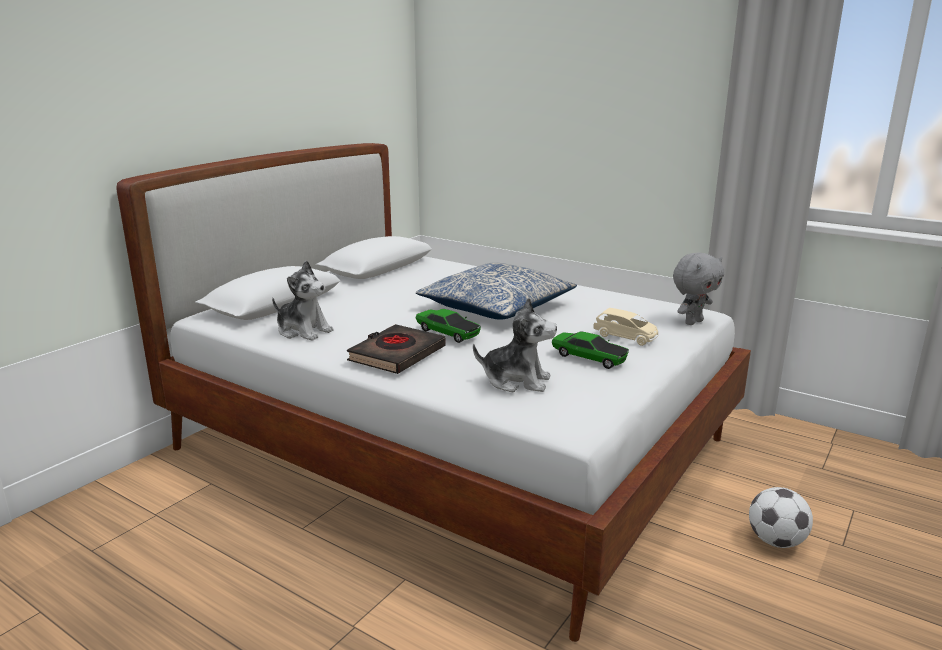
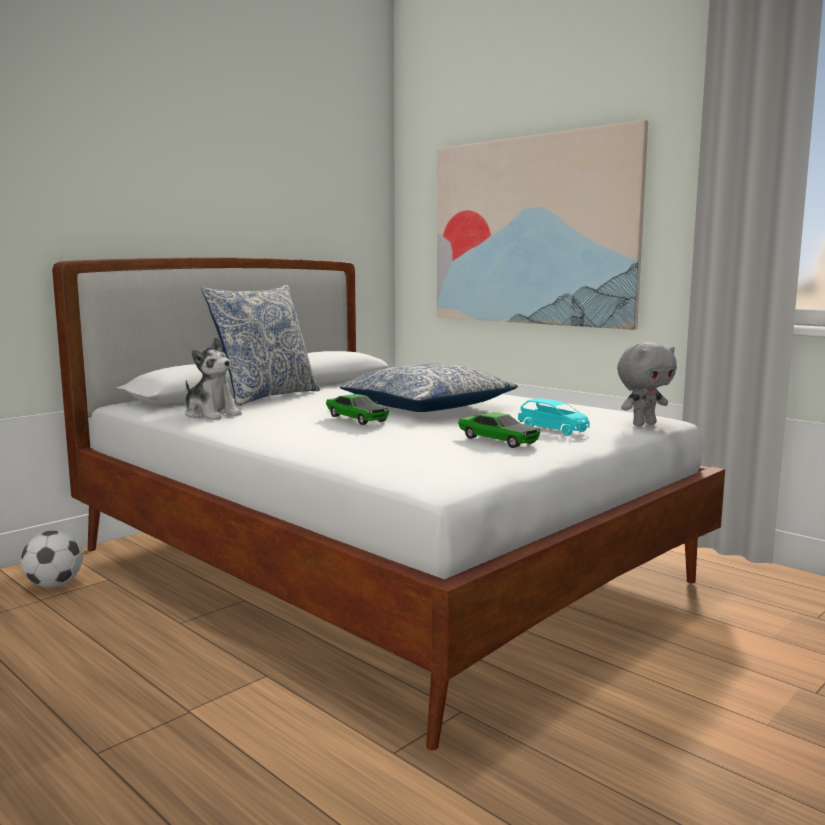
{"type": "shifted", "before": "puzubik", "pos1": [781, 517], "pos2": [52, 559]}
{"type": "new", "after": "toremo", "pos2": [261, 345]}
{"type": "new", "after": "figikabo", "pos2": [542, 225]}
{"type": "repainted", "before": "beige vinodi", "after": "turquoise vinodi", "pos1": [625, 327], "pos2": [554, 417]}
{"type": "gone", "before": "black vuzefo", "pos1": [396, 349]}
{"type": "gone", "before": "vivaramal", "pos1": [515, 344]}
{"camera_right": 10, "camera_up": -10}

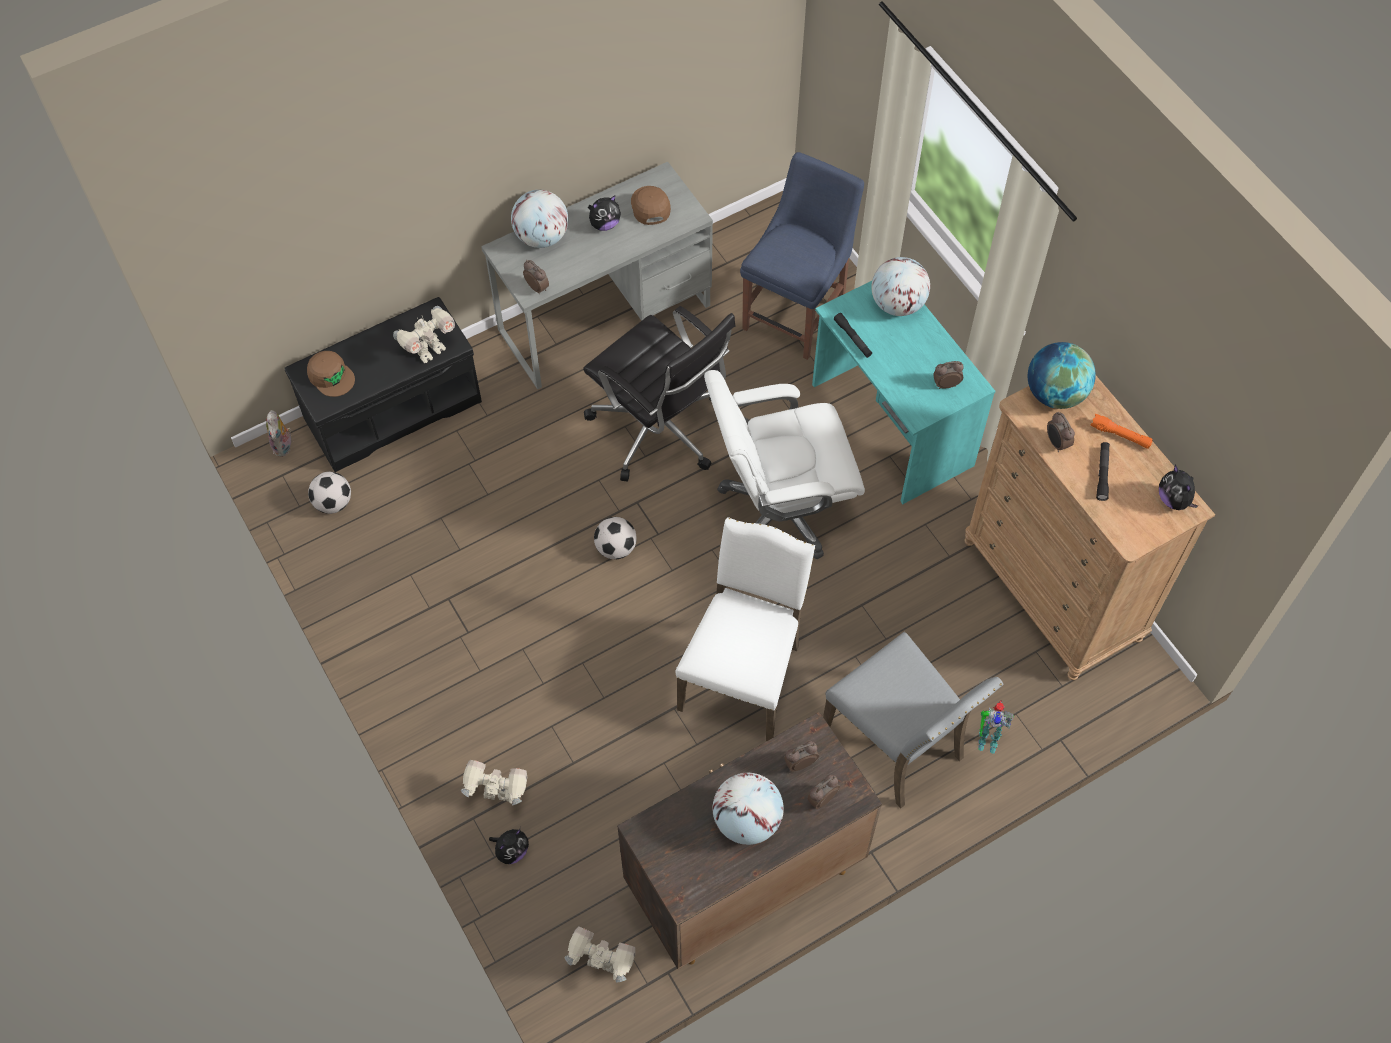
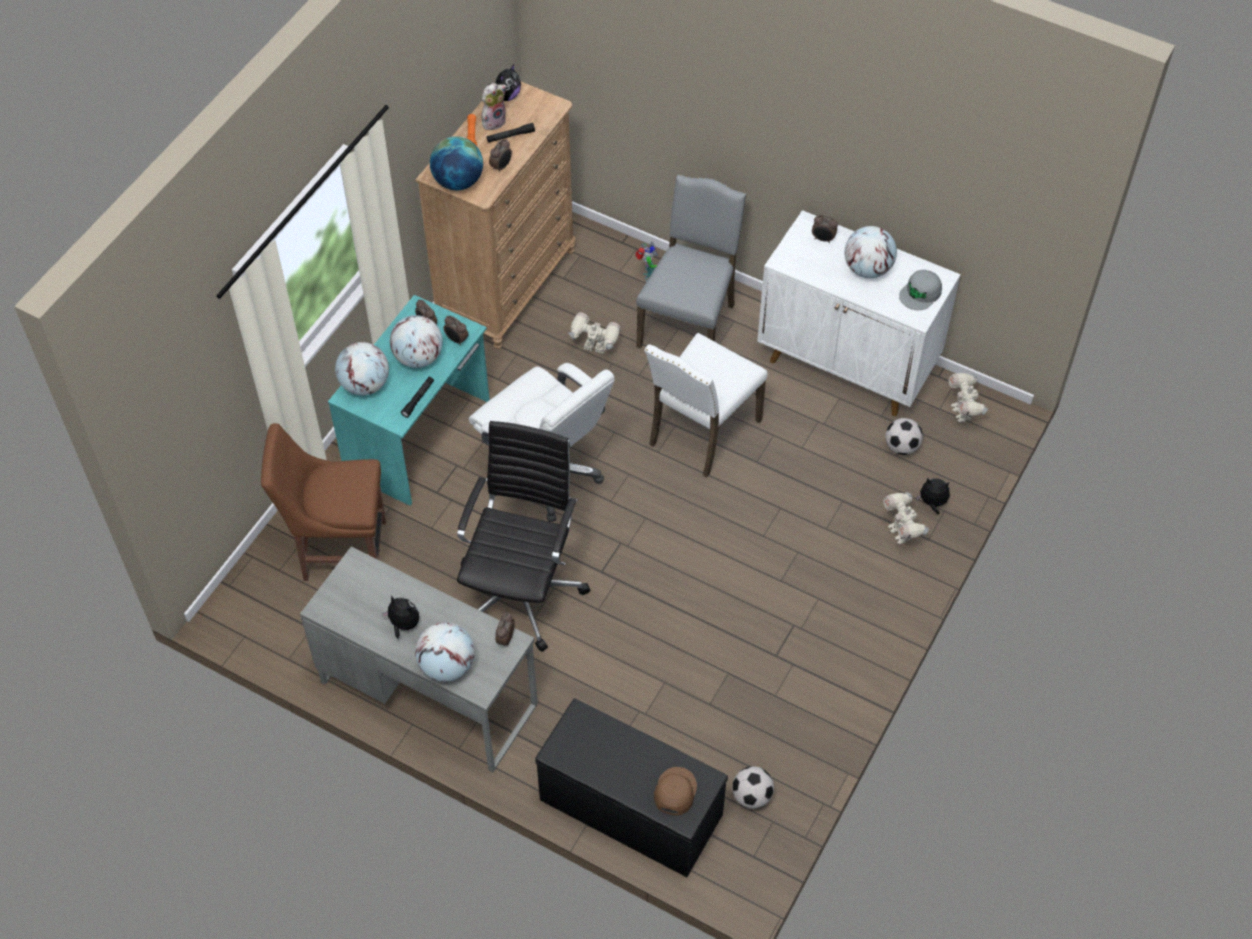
{"type": "repainted", "before": "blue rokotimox", "after": "brown rokotimox", "pos1": [802, 256], "pos2": [323, 502]}
{"type": "new", "after": "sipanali", "pos2": [416, 341]}
{"type": "shifted", "before": "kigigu", "pos1": [801, 756], "pos2": [456, 331]}
{"type": "shifted", "before": "vivaramal", "pos1": [278, 433], "pos2": [494, 106]}
{"type": "shifted", "before": "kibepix", "pos1": [424, 334], "pos2": [594, 333]}
{"type": "rotated", "before": "white rokotimox", "pos1": [745, 629], "pos2": [706, 405], "turn": -45}
{"type": "repainted", "before": "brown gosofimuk", "after": "white gosofimuk", "pos1": [749, 840], "pos2": [859, 313]}
{"type": "shifted", "before": "puzubik", "pos1": [615, 538], "pos2": [904, 436]}
{"type": "new", "after": "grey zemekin", "pos2": [920, 290]}
{"type": "gone", "before": "brown zemekin", "pos1": [651, 205]}
{"camera_right": -120, "camera_up": -5}

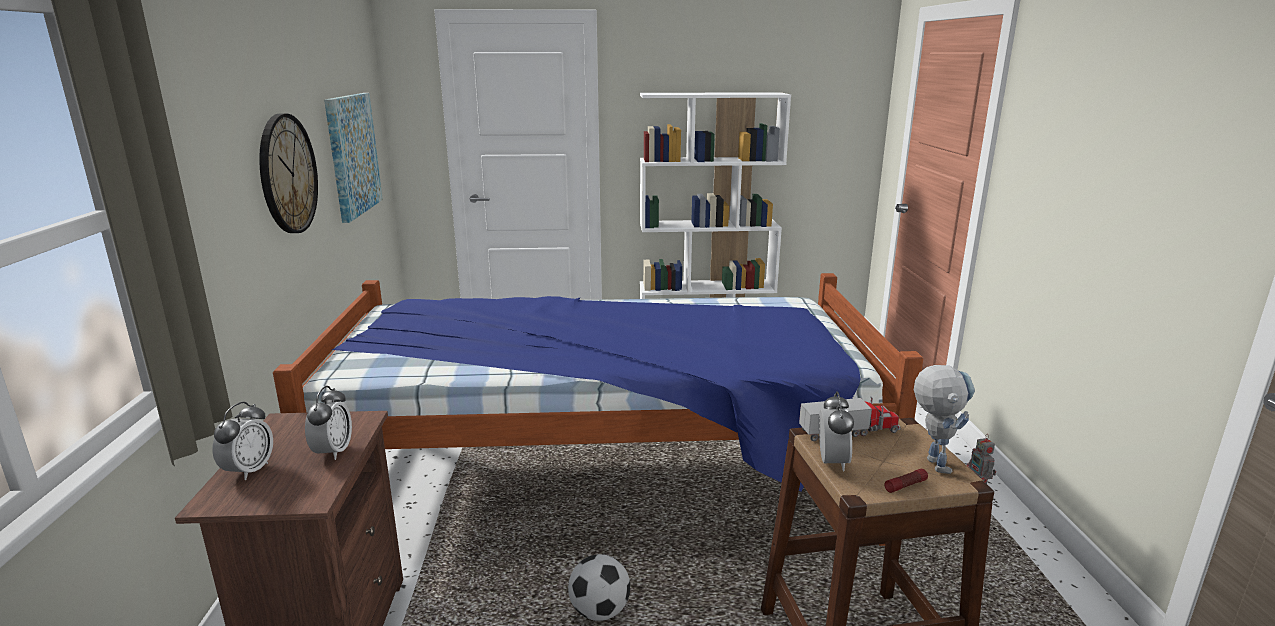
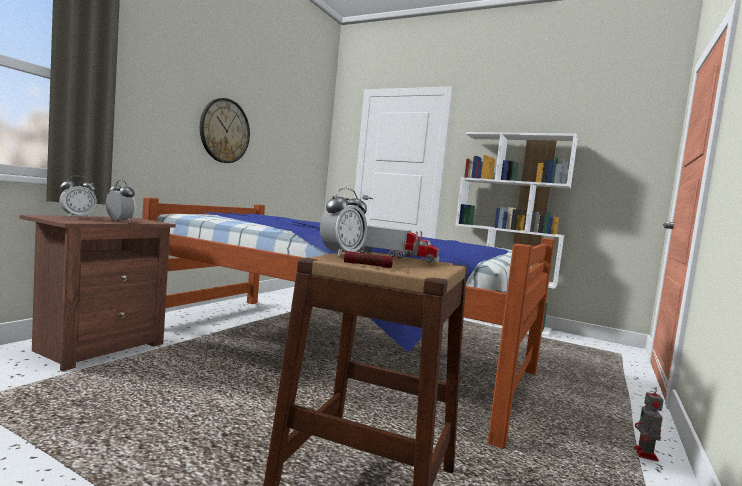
{"type": "rotated", "before": "kigigu", "pos1": [328, 423], "pos2": [121, 201], "turn": -90}
{"type": "gone", "before": "figikabo", "pos1": [353, 158]}
{"type": "gone", "before": "puzubik", "pos1": [599, 587]}
{"type": "gone", "before": "kibepix", "pos1": [944, 419]}
{"camera_right": 30, "camera_up": -15}

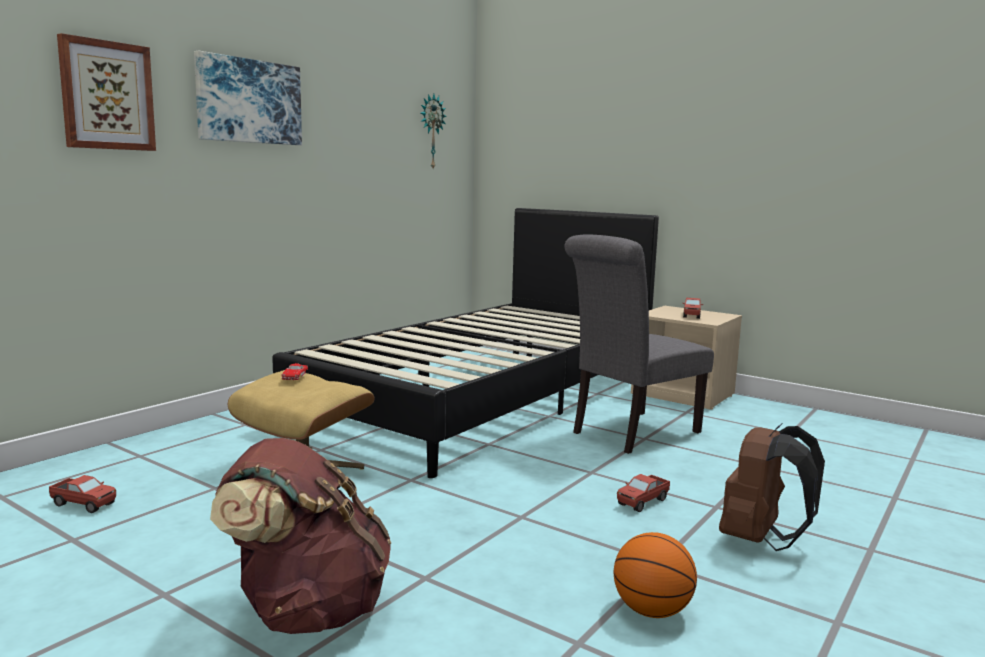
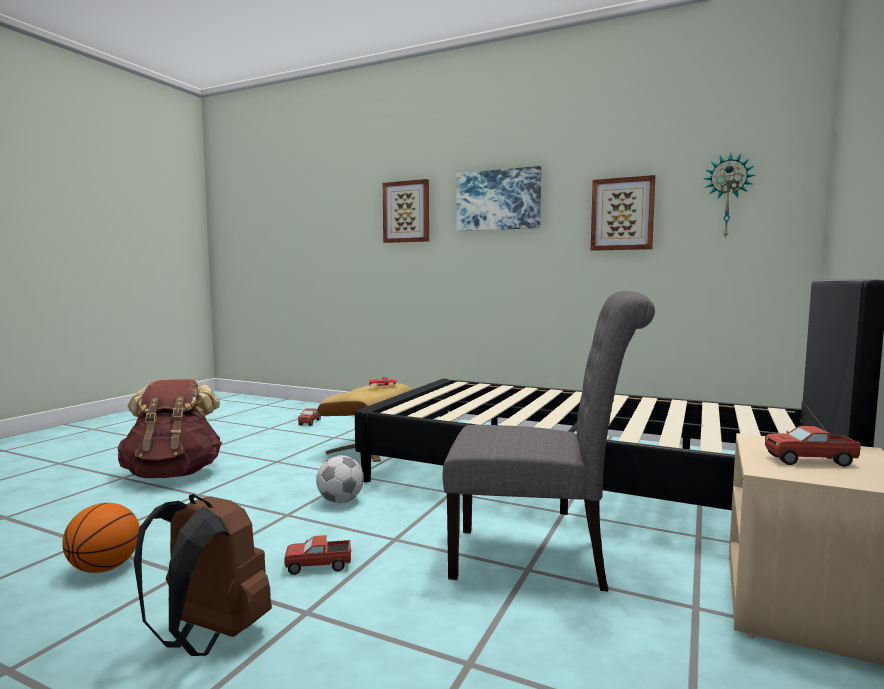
{"type": "rotated", "before": "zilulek", "pos1": [643, 493], "pos2": [317, 555], "turn": -45}
{"type": "new", "after": "puzubik", "pos2": [340, 479]}
{"type": "rotated", "before": "grey rokotimox", "pos1": [639, 344], "pos2": [549, 441], "turn": 150}
{"type": "new", "after": "figikabo", "pos2": [623, 213]}
{"camera_right": 80, "camera_up": -5}

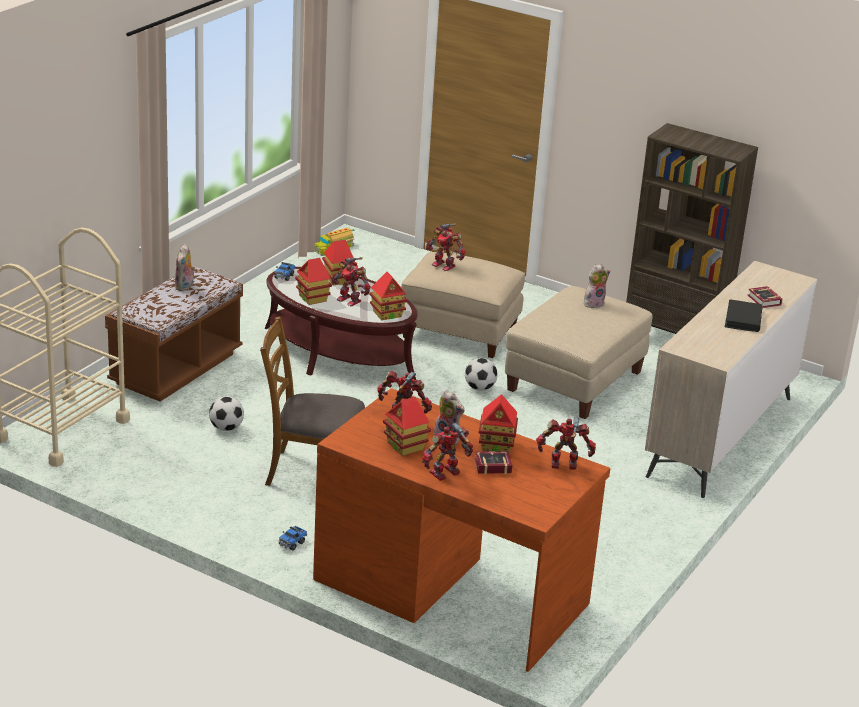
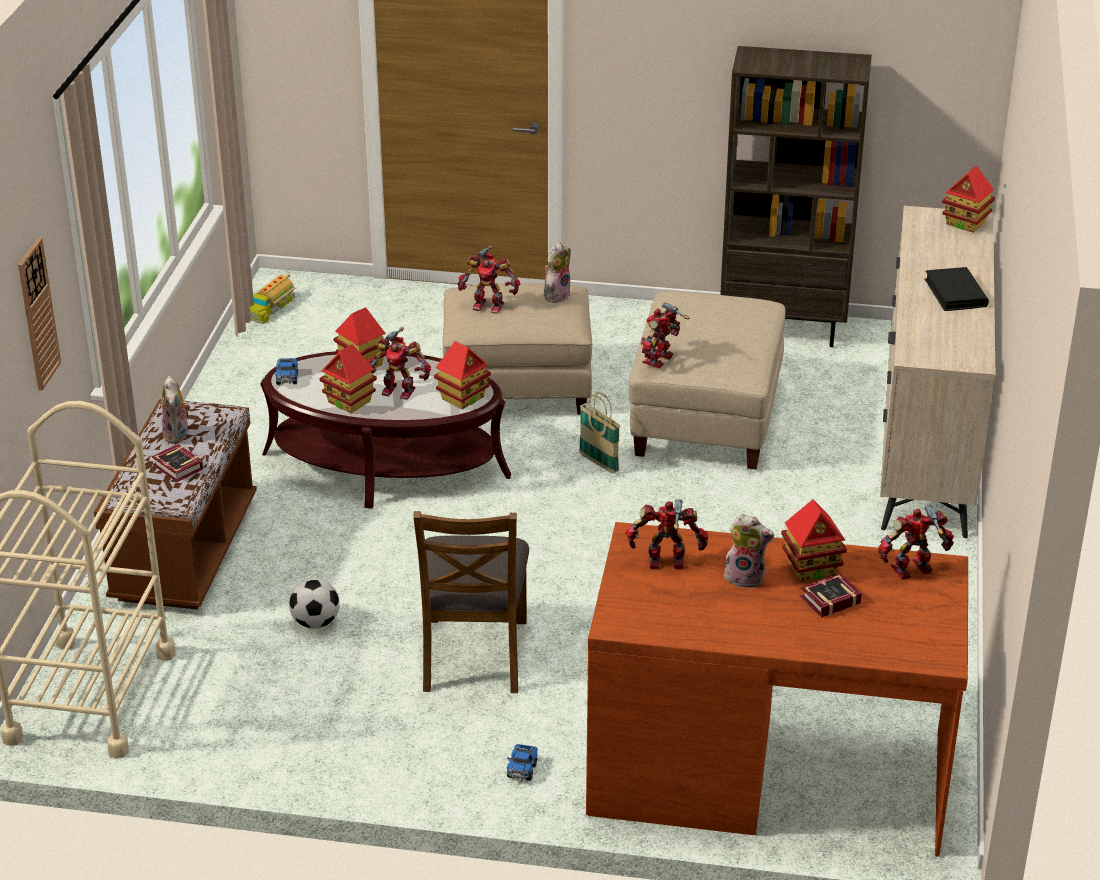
{"type": "new", "after": "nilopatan", "pos2": [39, 314]}
{"type": "shifted", "before": "vuzefo", "pos1": [765, 297], "pos2": [177, 463]}
{"type": "rotated", "before": "brown rokotimox", "pos1": [312, 401], "pos2": [471, 602], "turn": -75}
{"type": "shifted", "before": "vivaramal", "pos1": [597, 286], "pos2": [557, 272]}
{"type": "swapped", "before": "puzubik", "after": "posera", "pos1": [481, 374], "pos2": [599, 433]}
{"type": "shifted", "before": "kibepix", "pos1": [447, 452], "pos2": [665, 335]}
{"type": "shifted", "before": "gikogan", "pos1": [407, 426], "pos2": [968, 199]}
{"camera_right": -20, "camera_up": 5}

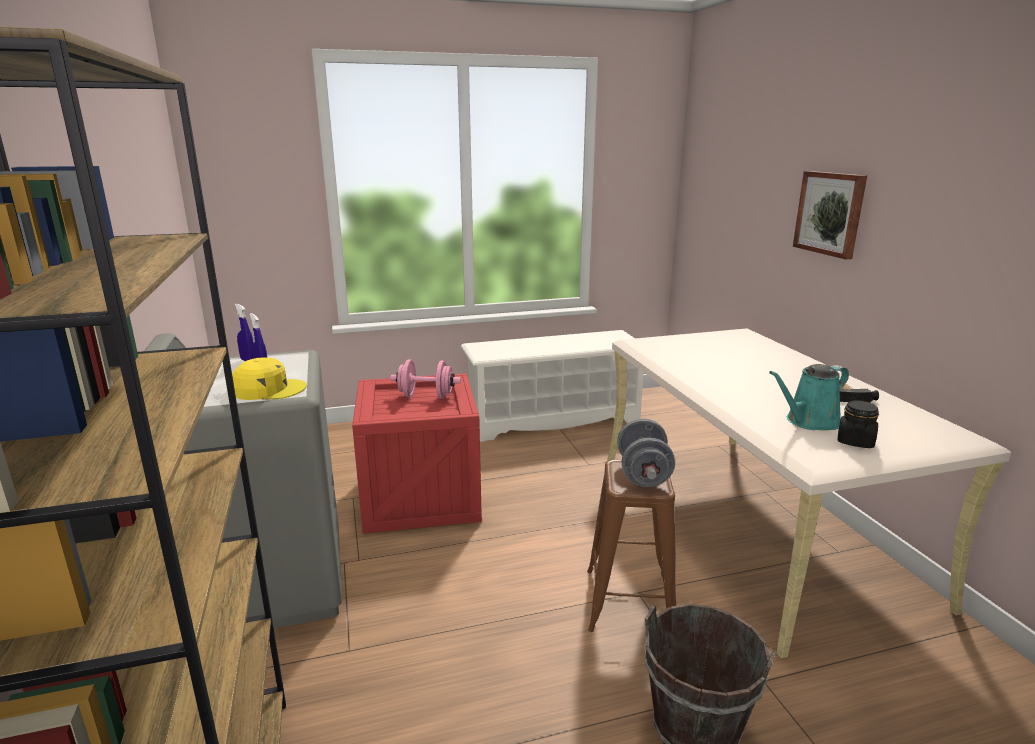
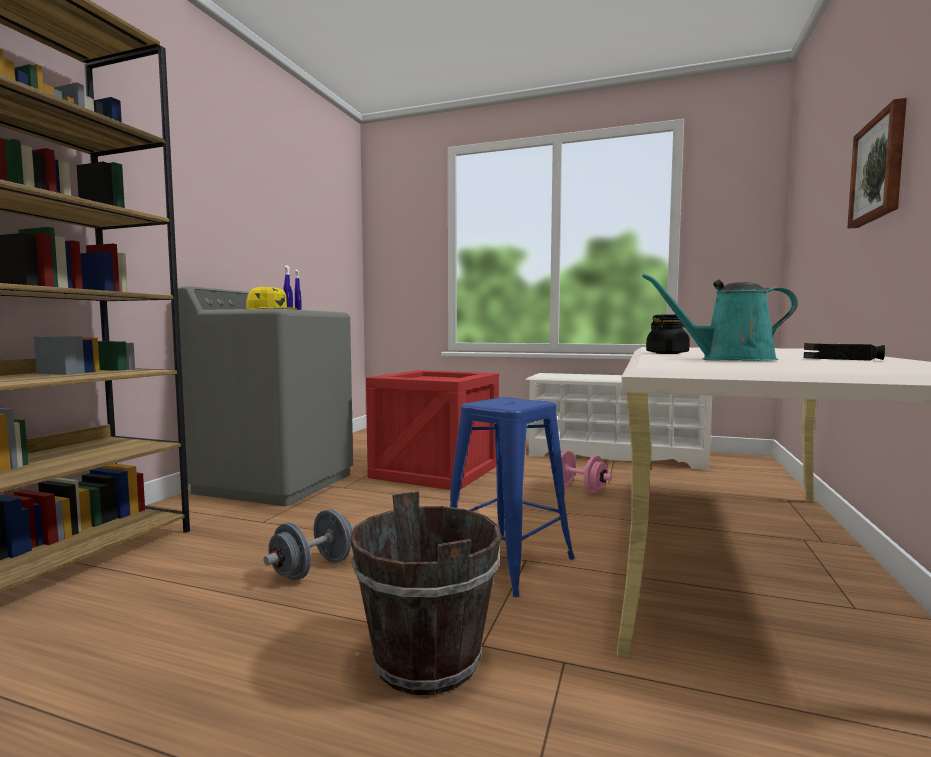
{"type": "shifted", "before": "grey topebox", "pos1": [646, 453], "pos2": [308, 545]}
{"type": "repainted", "before": "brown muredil", "after": "blue muredil", "pos1": [631, 545], "pos2": [512, 497]}
{"type": "shifted", "before": "pink topebox", "pos1": [425, 379], "pos2": [580, 472]}
{"type": "shifted", "before": "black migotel", "pos1": [858, 424], "pos2": [668, 334]}
{"camera_right": 35, "camera_up": -15}

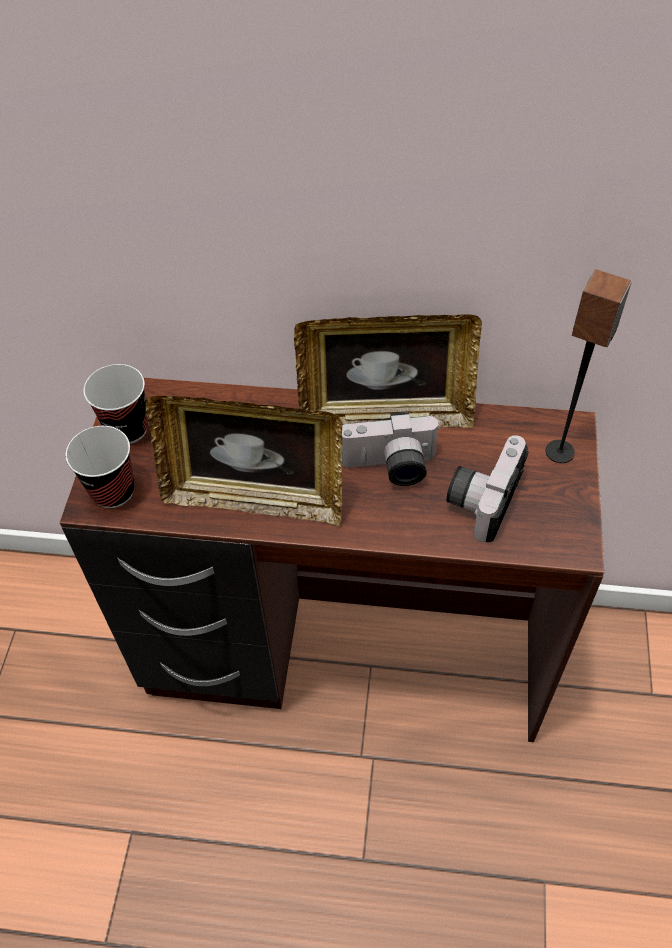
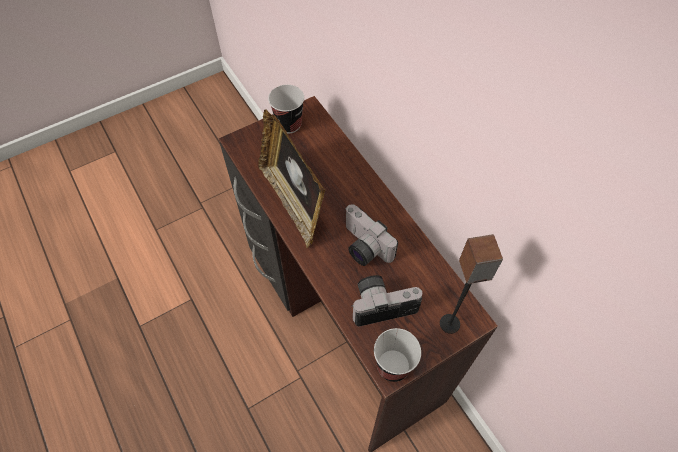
{"type": "shifted", "before": "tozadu", "pos1": [100, 467], "pos2": [397, 355]}
{"type": "gone", "before": "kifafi", "pos1": [388, 371]}
{"camera_right": 50, "camera_up": 5}

